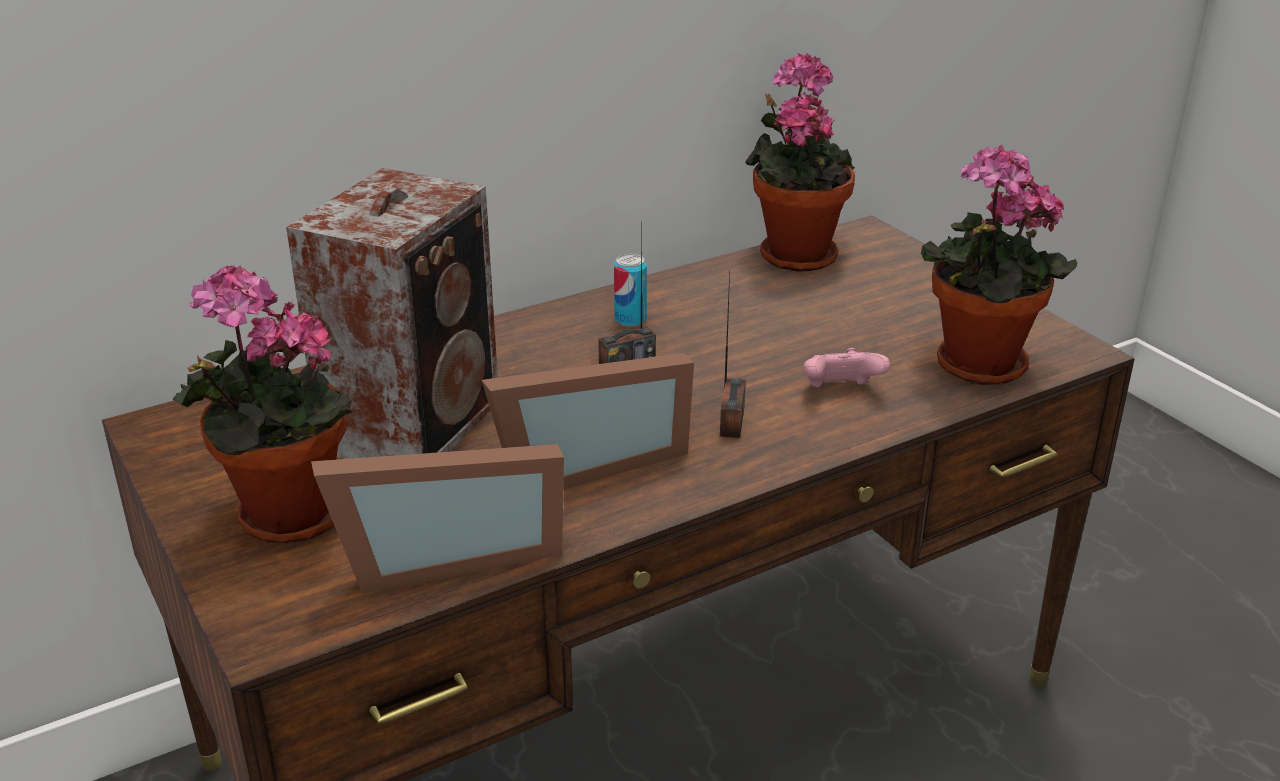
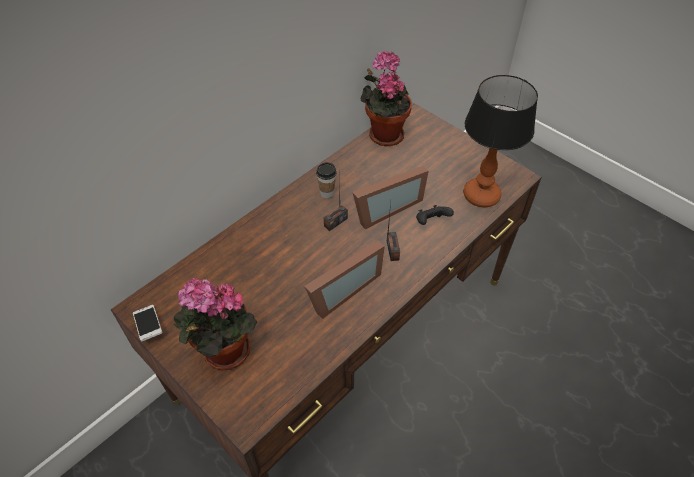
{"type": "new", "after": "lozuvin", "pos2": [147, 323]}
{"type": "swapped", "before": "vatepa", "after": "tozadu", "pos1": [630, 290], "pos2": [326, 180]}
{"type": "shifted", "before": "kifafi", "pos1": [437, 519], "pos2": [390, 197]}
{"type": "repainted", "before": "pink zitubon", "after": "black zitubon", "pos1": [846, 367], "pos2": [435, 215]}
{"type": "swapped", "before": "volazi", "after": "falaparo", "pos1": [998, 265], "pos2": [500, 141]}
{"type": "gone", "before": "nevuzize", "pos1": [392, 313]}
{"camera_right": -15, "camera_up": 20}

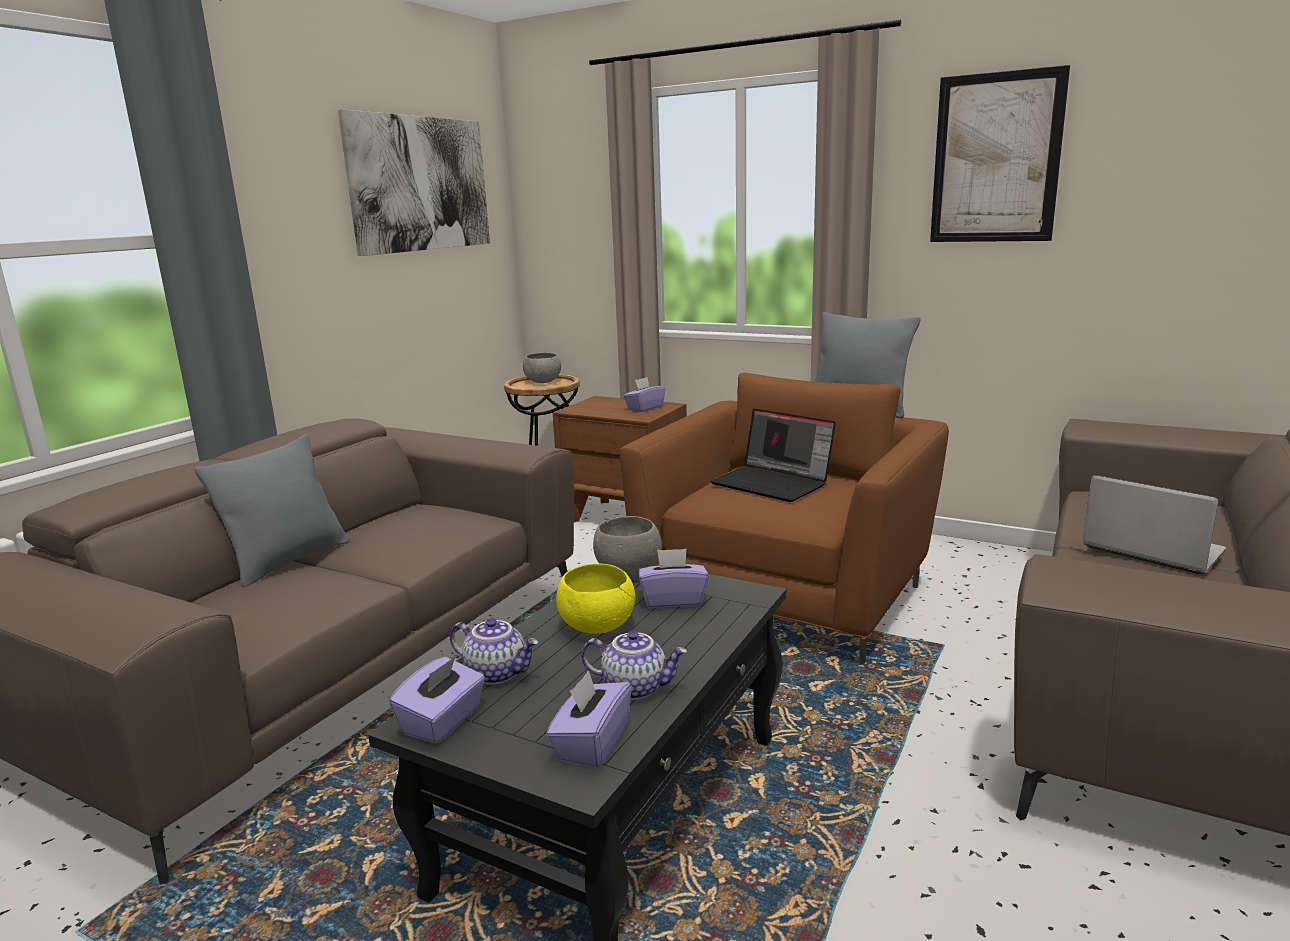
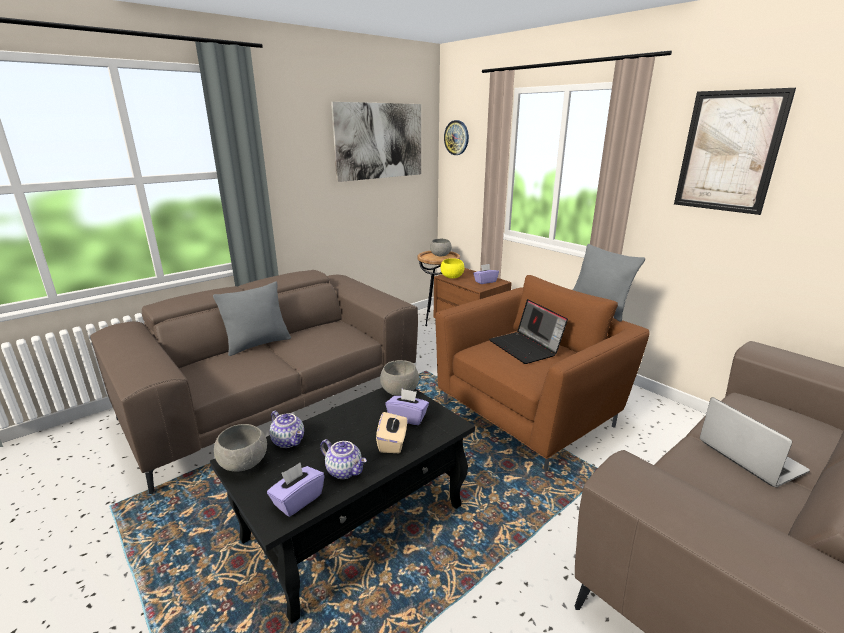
{"type": "swapped", "before": "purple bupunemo", "after": "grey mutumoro", "pos1": [437, 700], "pos2": [240, 448]}
{"type": "new", "after": "beige bupunemo", "pos2": [391, 432]}
{"type": "shifted", "before": "yellow mutumoro", "pos1": [595, 599], "pos2": [452, 268]}
{"type": "new", "after": "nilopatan", "pos2": [456, 137]}
{"camera_right": 20, "camera_up": 5}

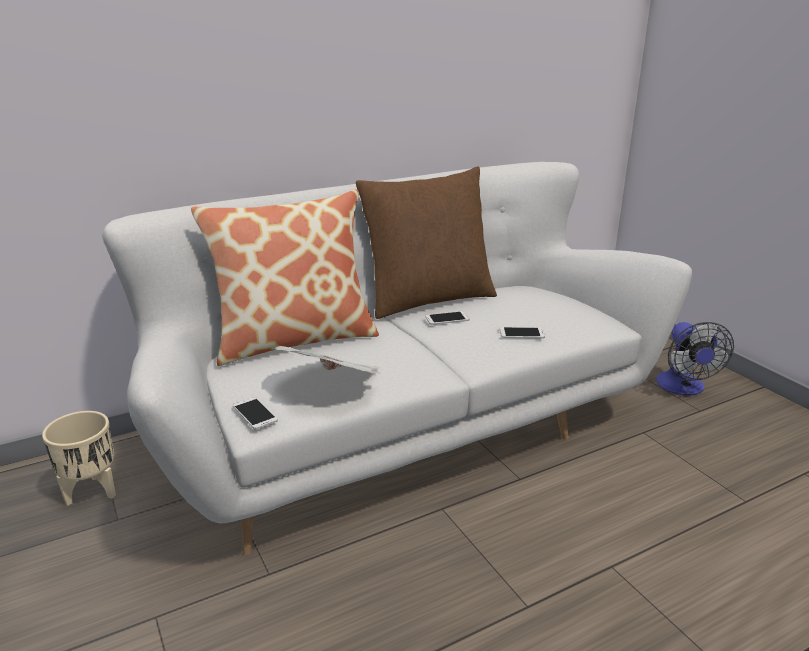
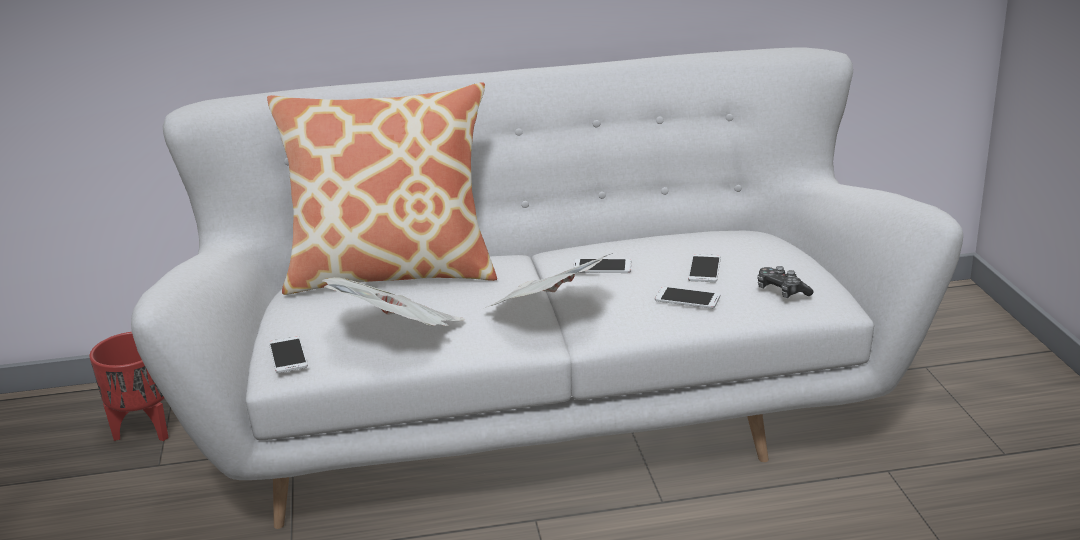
{"type": "repainted", "before": "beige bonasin", "after": "red bonasin", "pos1": [79, 458], "pos2": [129, 386]}
{"type": "new", "after": "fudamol", "pos2": [549, 280]}
{"type": "new", "after": "lozuvin", "pos2": [704, 268]}
{"type": "new", "after": "zitubon", "pos2": [785, 282]}
{"type": "gone", "before": "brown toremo", "pos1": [426, 243]}
{"type": "gone", "before": "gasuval", "pos1": [695, 359]}
{"camera_right": 20, "camera_up": 0}

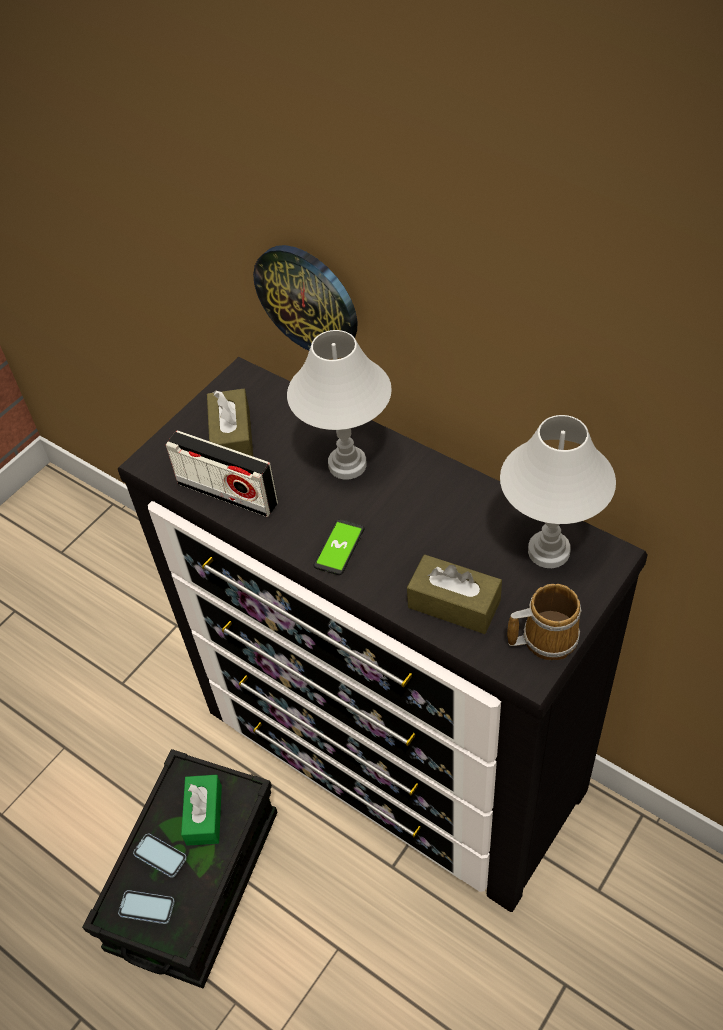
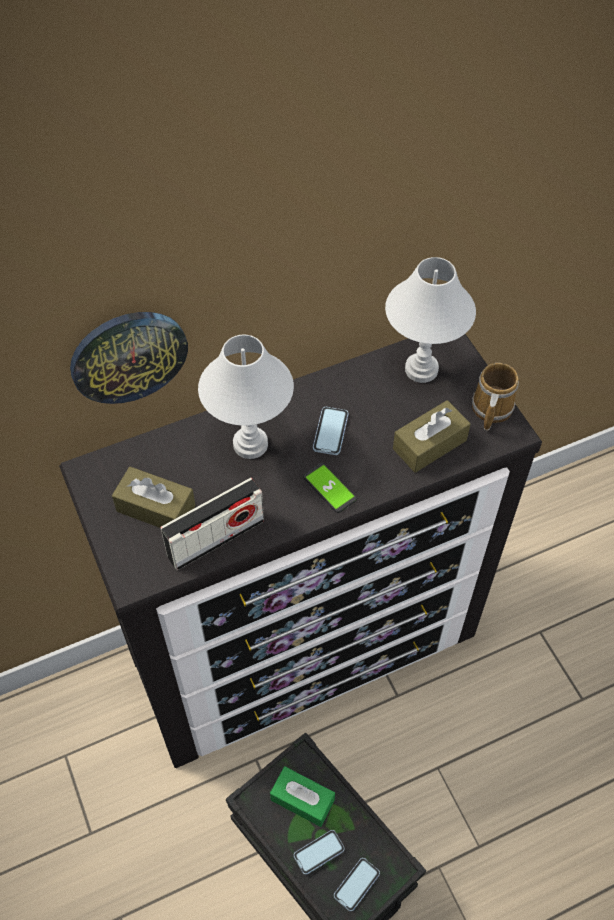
{"type": "new", "after": "lozuvin", "pos2": [331, 431]}
{"camera_right": -65, "camera_up": 5}

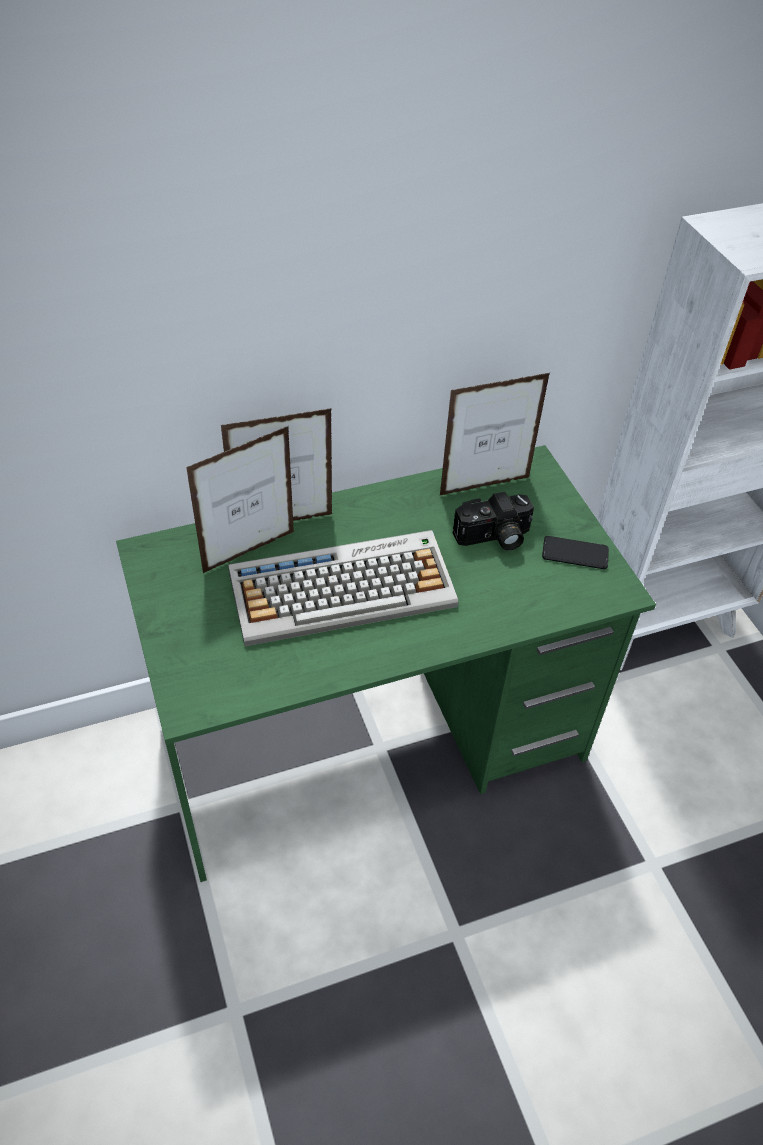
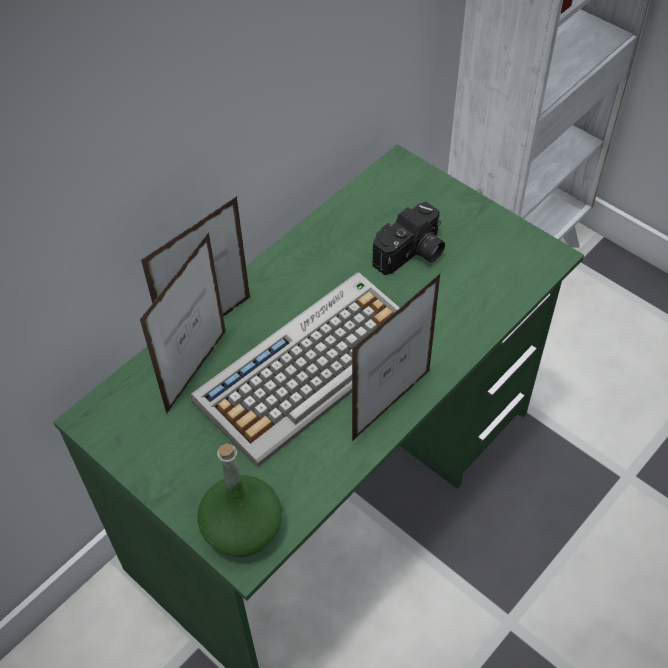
{"type": "new", "after": "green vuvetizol", "pos2": [239, 500]}
{"type": "shifted", "before": "kifafi", "pos1": [495, 434], "pos2": [396, 357]}
{"type": "gone", "before": "lozuvin", "pos1": [575, 552]}
{"camera_right": -25, "camera_up": 5}

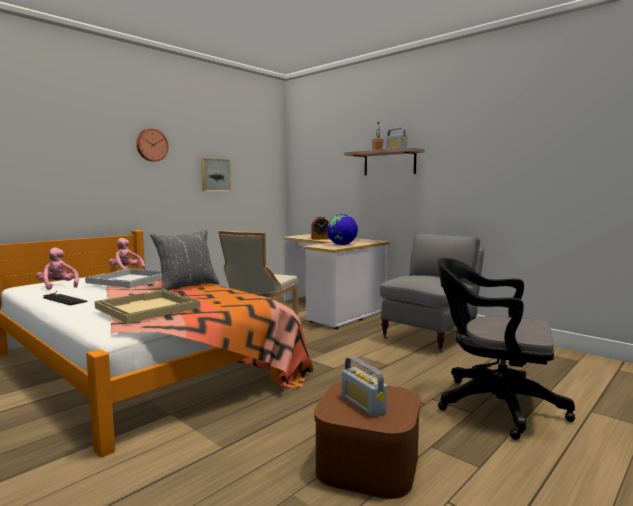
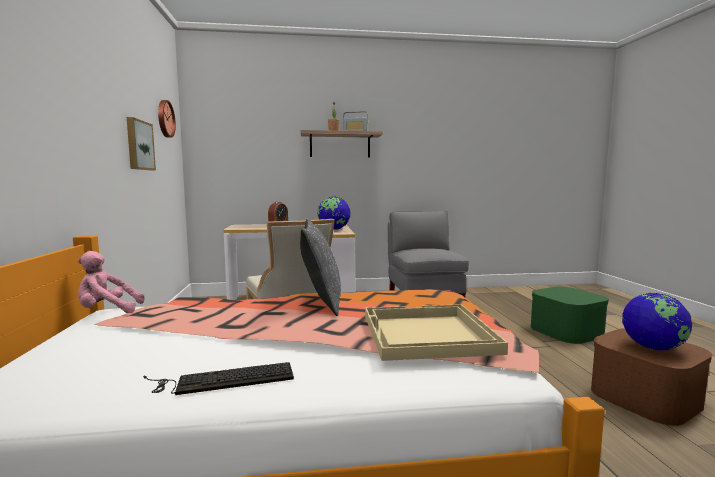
{"type": "shifted", "before": "nilopatan", "pos1": [152, 145], "pos2": [167, 119]}
{"type": "swapped", "before": "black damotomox", "after": "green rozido", "pos1": [506, 349], "pos2": [569, 315]}
{"type": "swapped", "before": "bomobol", "after": "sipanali", "pos1": [364, 387], "pos2": [657, 321]}
{"type": "gone", "before": "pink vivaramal", "pos1": [57, 269]}
{"type": "gone", "before": "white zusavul", "pos1": [123, 278]}
{"camera_right": -50, "camera_up": 0}

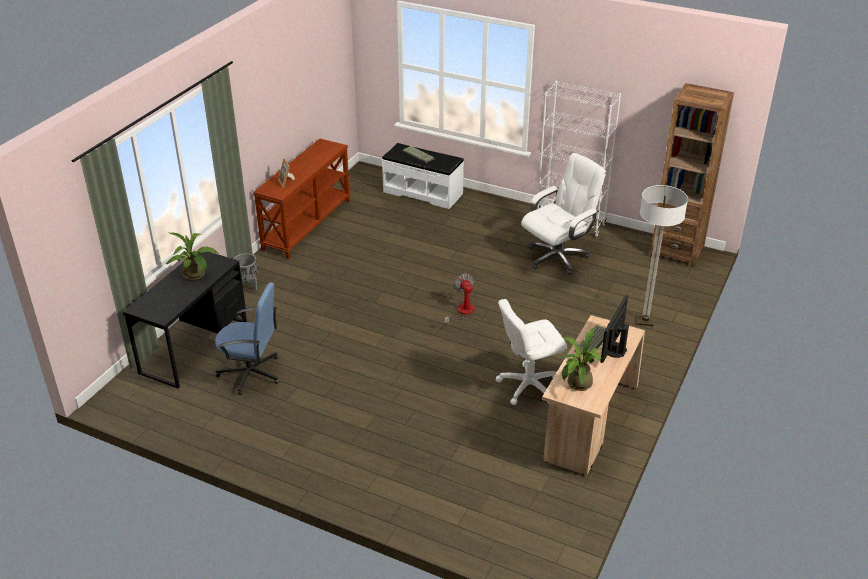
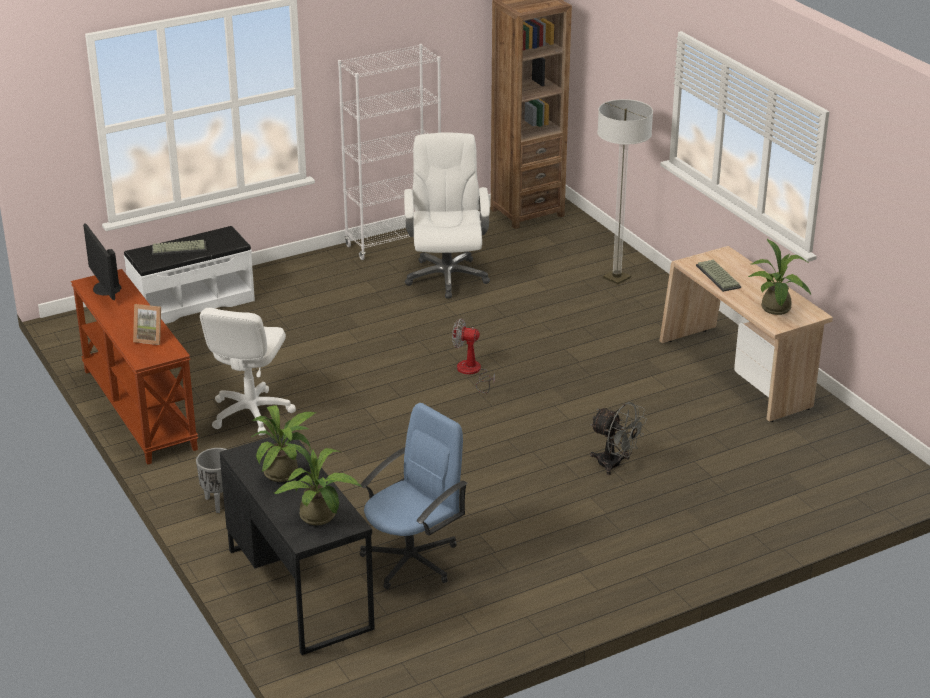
{"type": "shifted", "before": "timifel", "pos1": [615, 329], "pos2": [102, 261]}
{"type": "shifted", "before": "white damotomox", "pos1": [531, 352], "pos2": [248, 372]}
{"type": "new", "after": "volazi", "pos2": [319, 484]}
{"type": "new", "after": "grey gasuval", "pos2": [618, 438]}
{"camera_right": -55, "camera_up": -5}

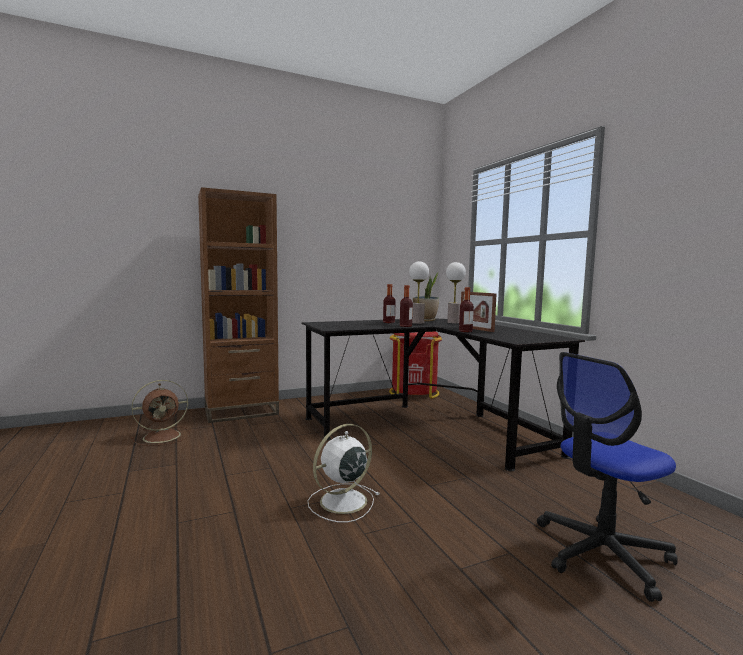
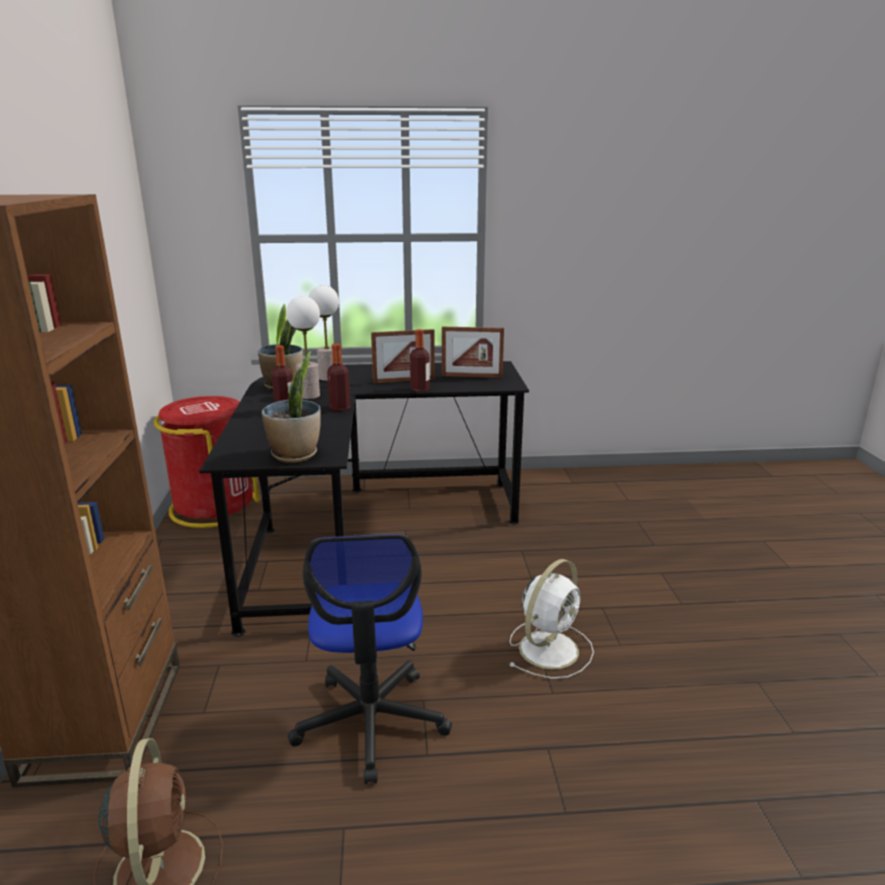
{"type": "new", "after": "volazi", "pos2": [291, 407]}
{"type": "shifted", "before": "damotomox", "pos1": [607, 477], "pos2": [370, 659]}
{"type": "new", "after": "kifafi", "pos2": [473, 352]}
{"type": "rotated", "before": "white gasuval", "pos1": [343, 473], "pos2": [551, 619], "turn": -120}
{"camera_right": -70, "camera_up": 15}

